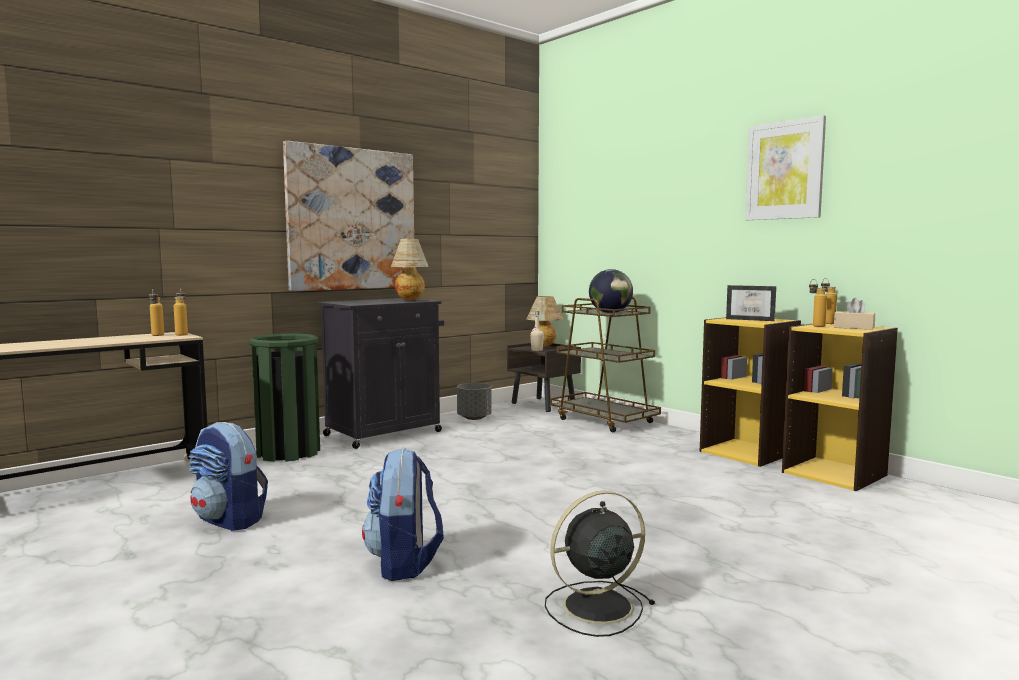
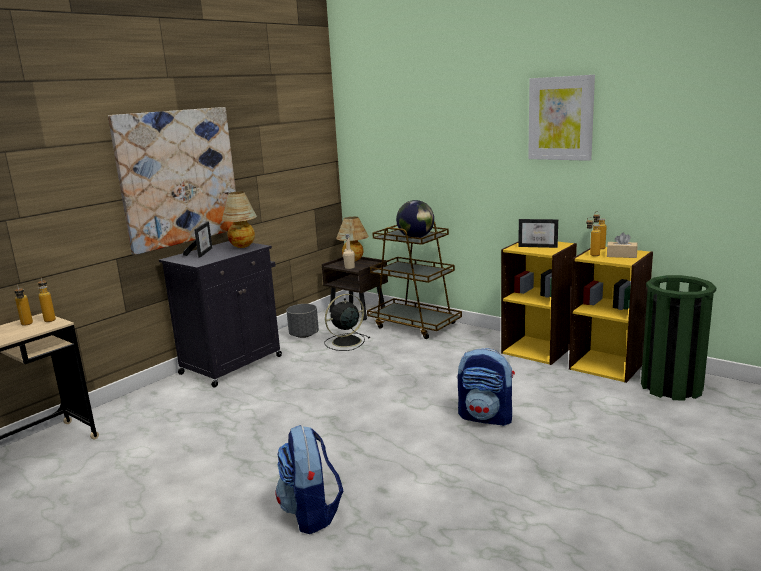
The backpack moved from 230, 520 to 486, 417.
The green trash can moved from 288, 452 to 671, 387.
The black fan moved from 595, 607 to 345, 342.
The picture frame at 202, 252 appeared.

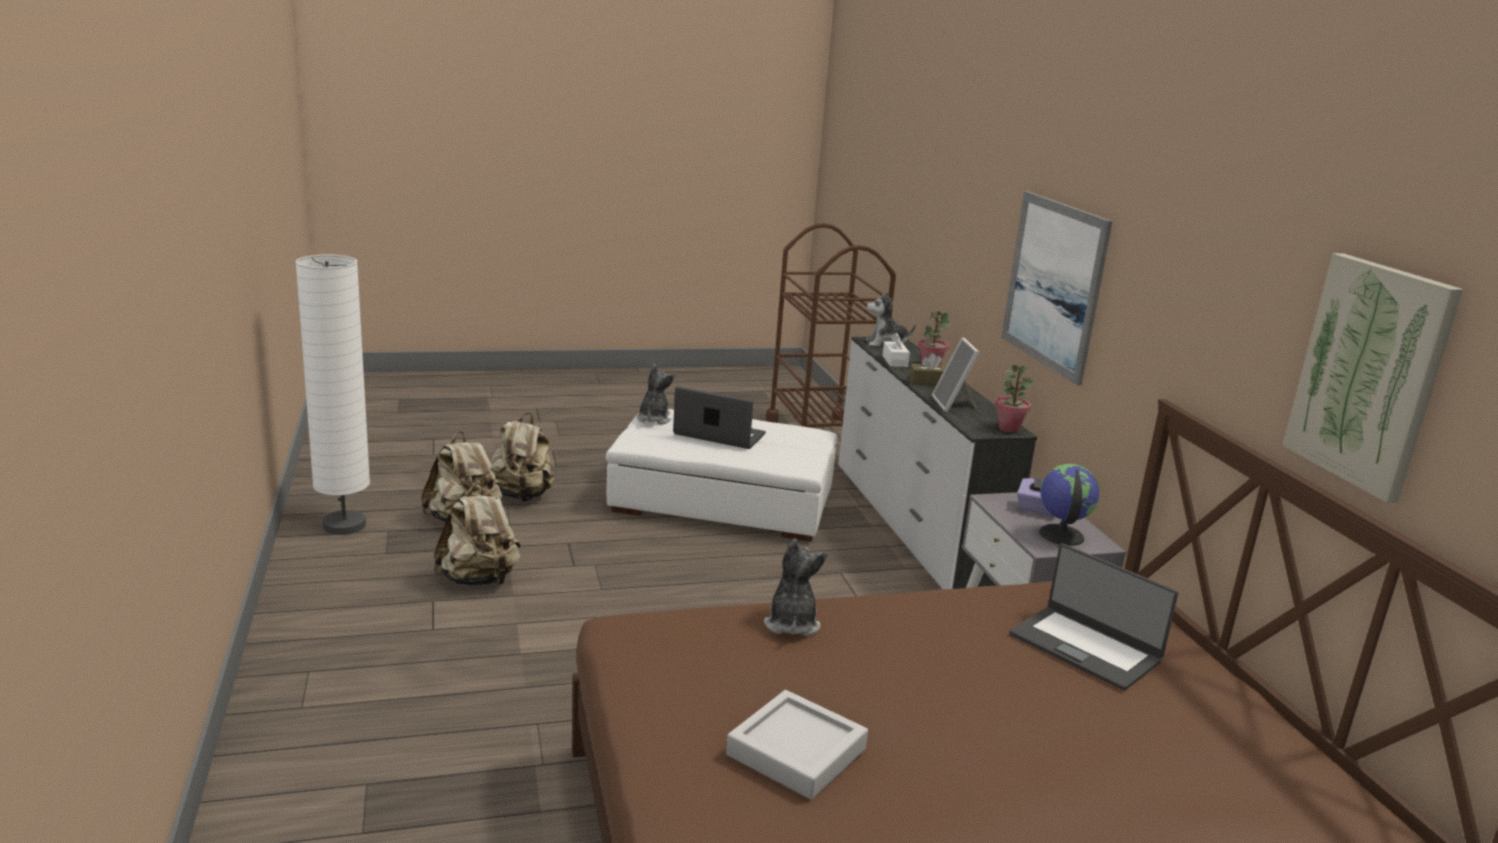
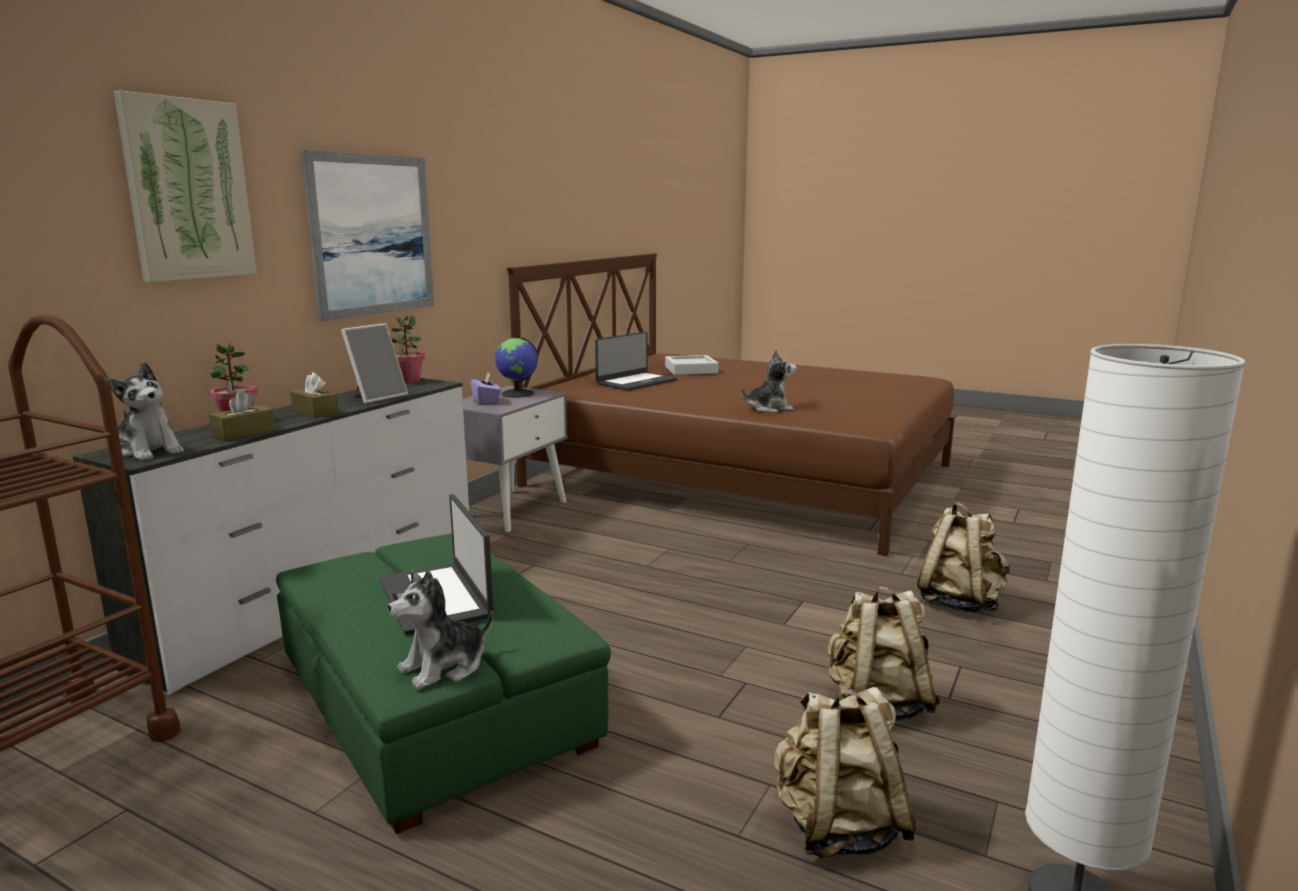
The beige backpack moved from 522, 496 to 959, 603.
The white ottoman at 722, 502 became the green ottoman at 436, 701.
The grey tray moved from 796, 752 to 691, 370.
The plush toy at 791, 623 turned 150 degrees counterclockwise.
The white tissue box at 895, 361 became the brown tissue box at 244, 433.
The laptop at 1085, 647 turned 45 degrees clockwise.
The picture moved from 1370, 374 to 187, 190.

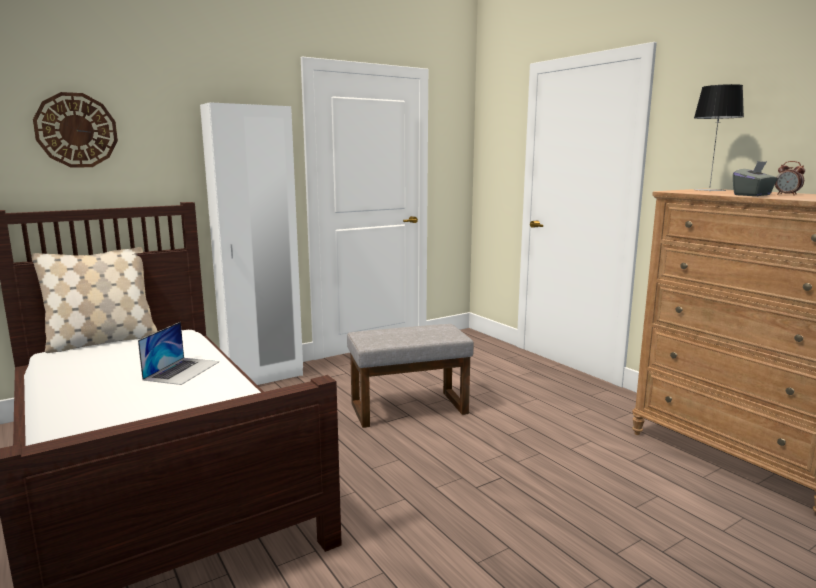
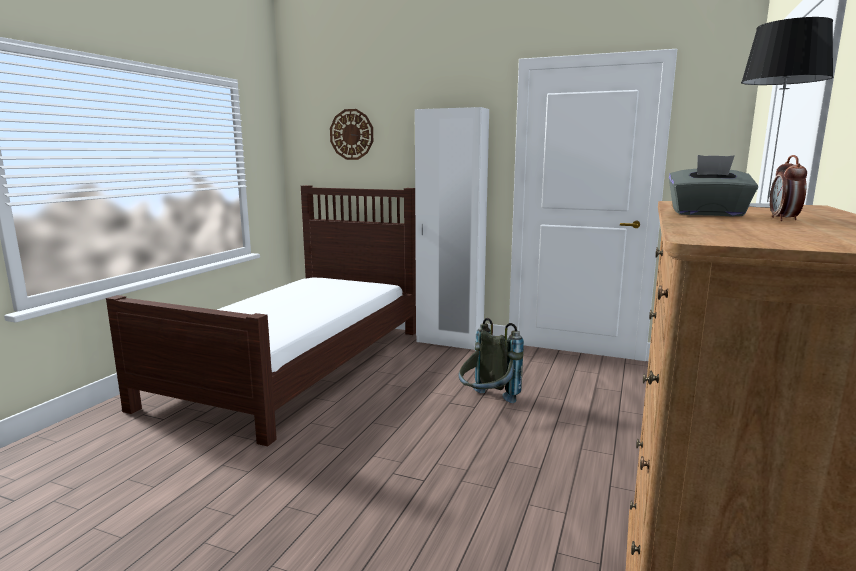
The beige pillow at 102, 341 disappeared.
The laptop at 182, 370 disappeared.
The grey ottoman at 410, 408 was replaced by the grey backpack at 487, 403.

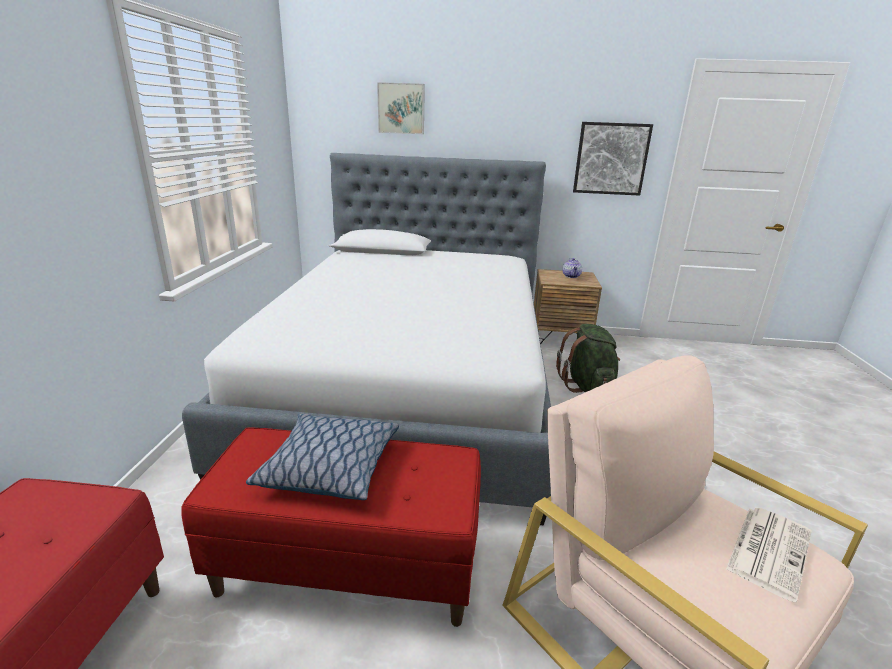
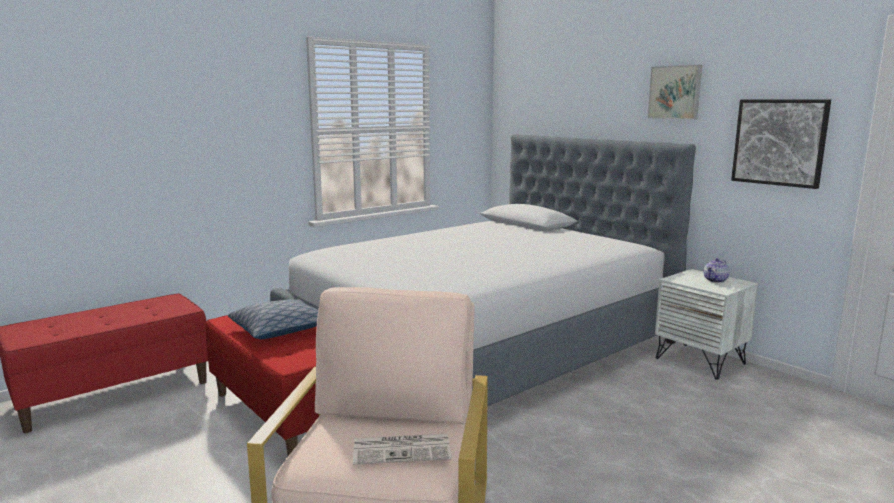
The picture moved from 401, 108 to 675, 92.
The brown nightstand at 559, 341 became the white nightstand at 700, 361.
The green backpack at 587, 387 disappeared.

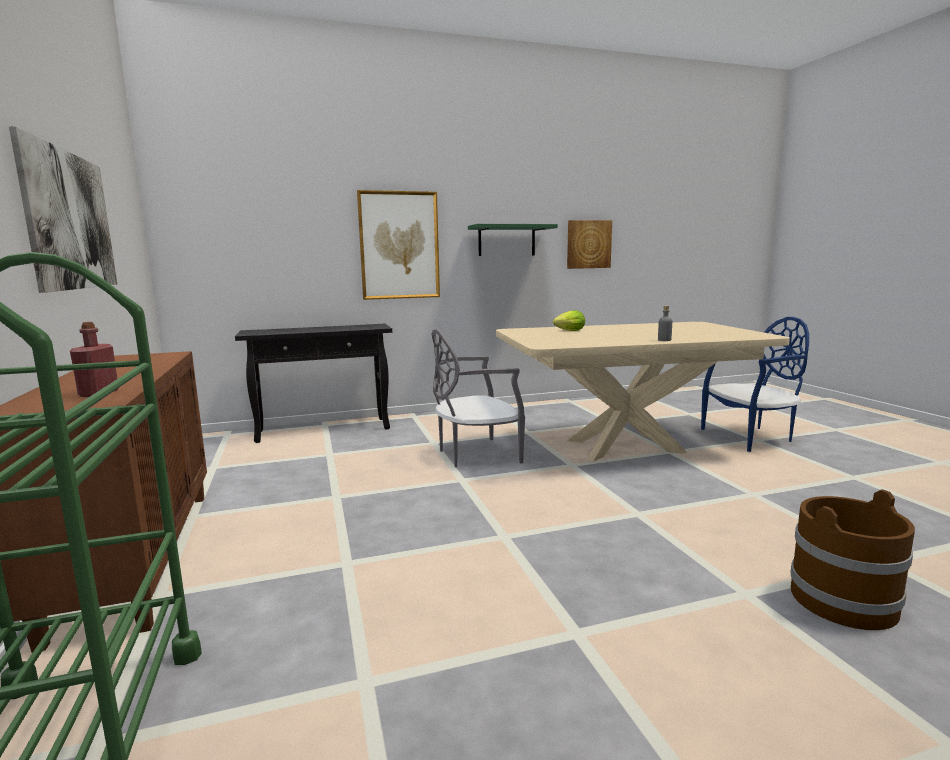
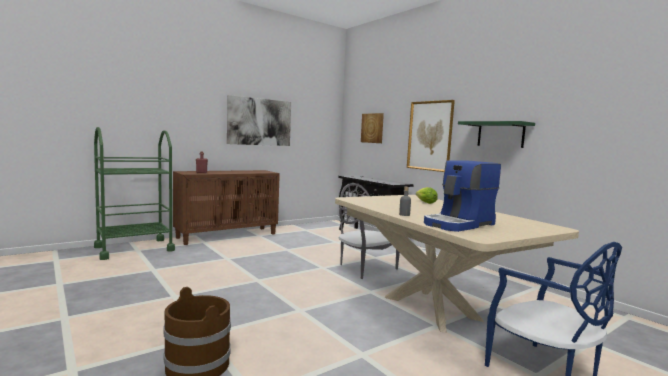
The picture moved from 588, 244 to 372, 128.
The coffee machine at 459, 224 appeared.

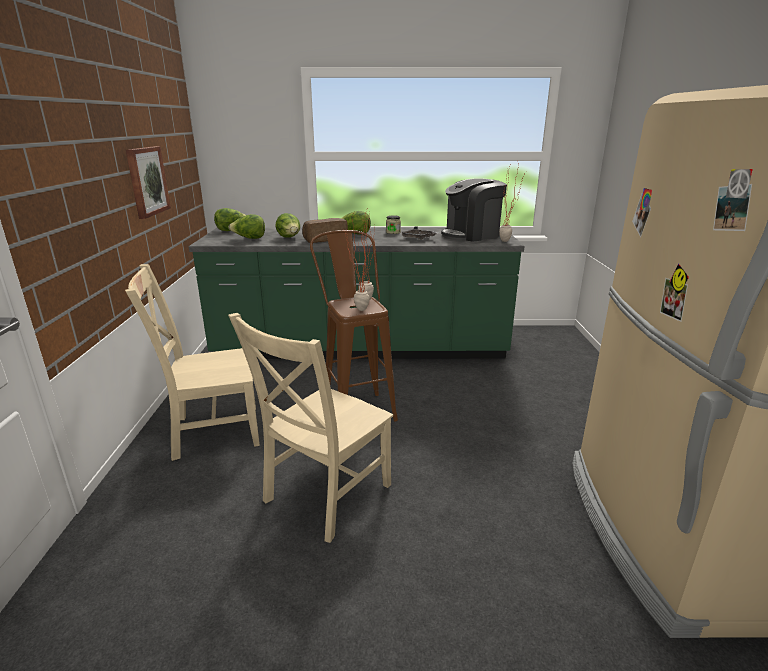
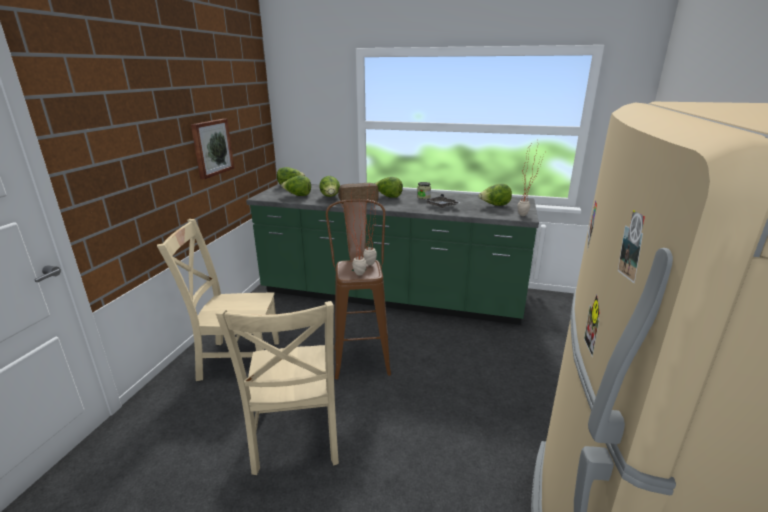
The beige chair at 324, 496 turned 60 degrees counterclockwise.
The coffee machine at 471, 235 was replaced by the lettuce at 494, 205.

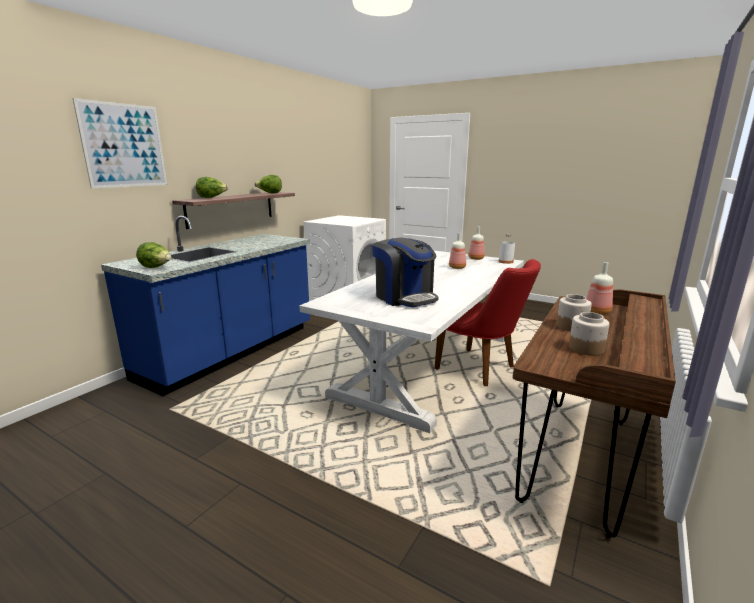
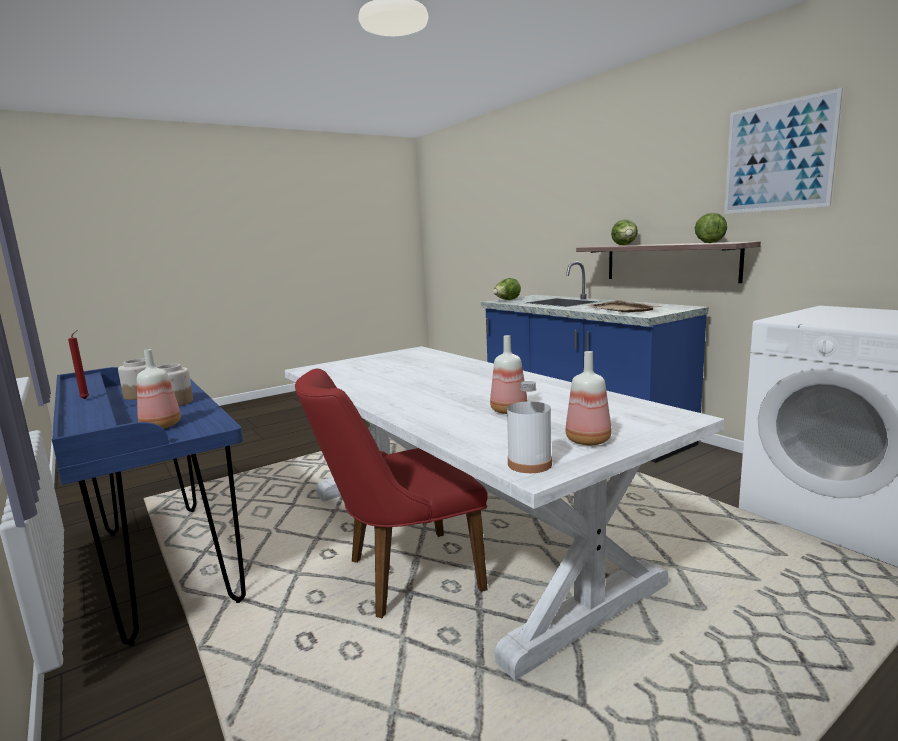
The picture moved from 124, 145 to 778, 157.
The coffee machine at 404, 297 disappeared.
The brown desk at 578, 459 became the blue desk at 166, 565.
The red candle at 86, 398 appeared.
The beige tray at 622, 309 appeared.

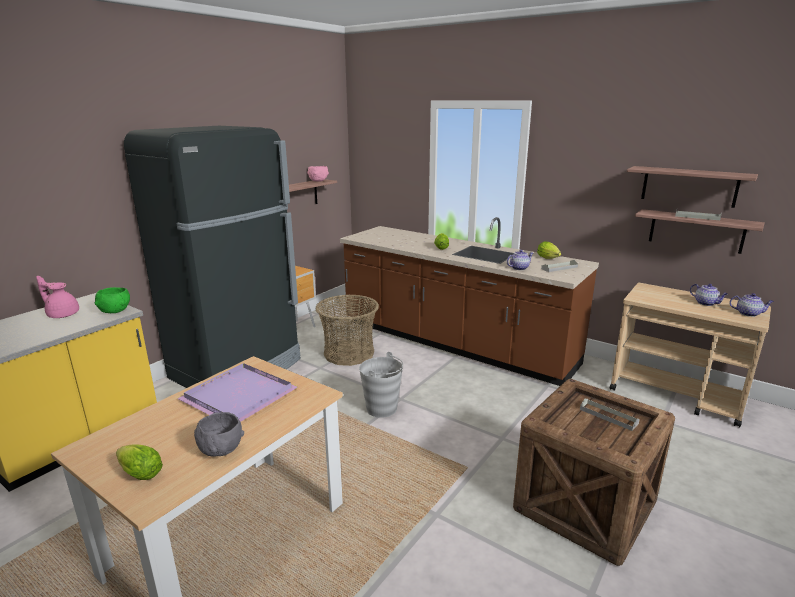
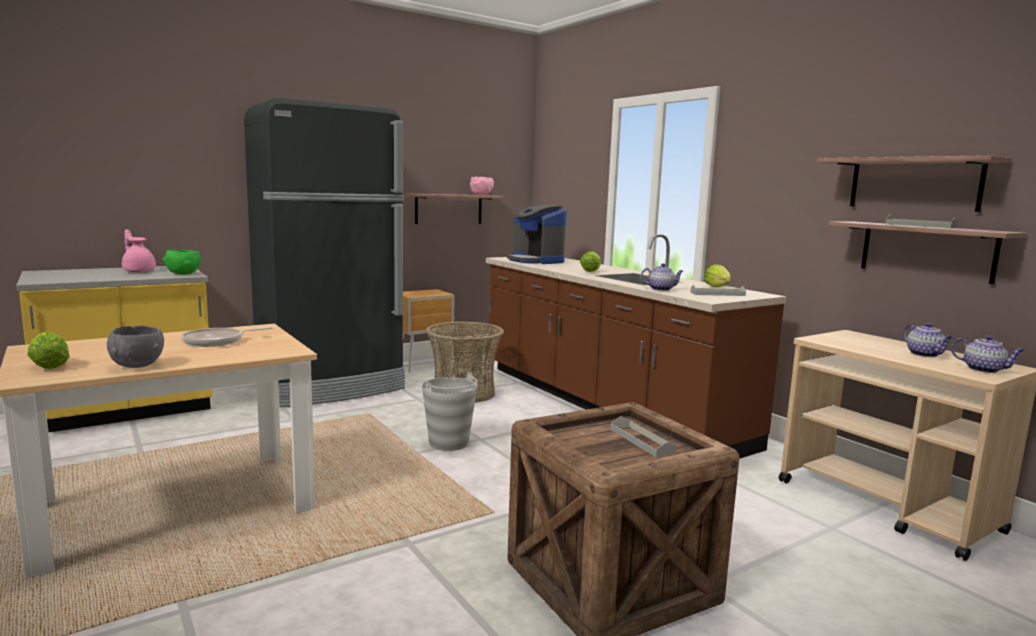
The purple tray at 241, 395 was replaced by the frying pan at 217, 341.
The coffee machine at 536, 261 appeared.

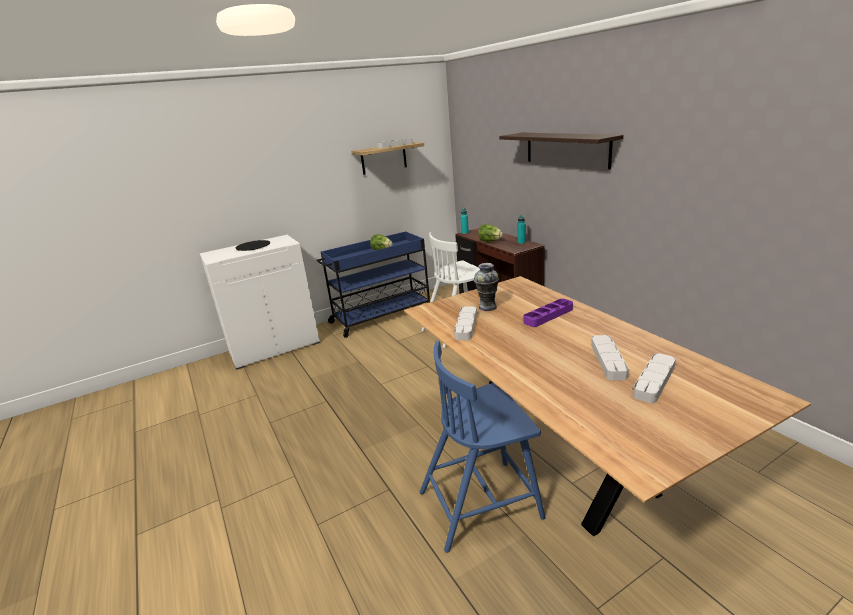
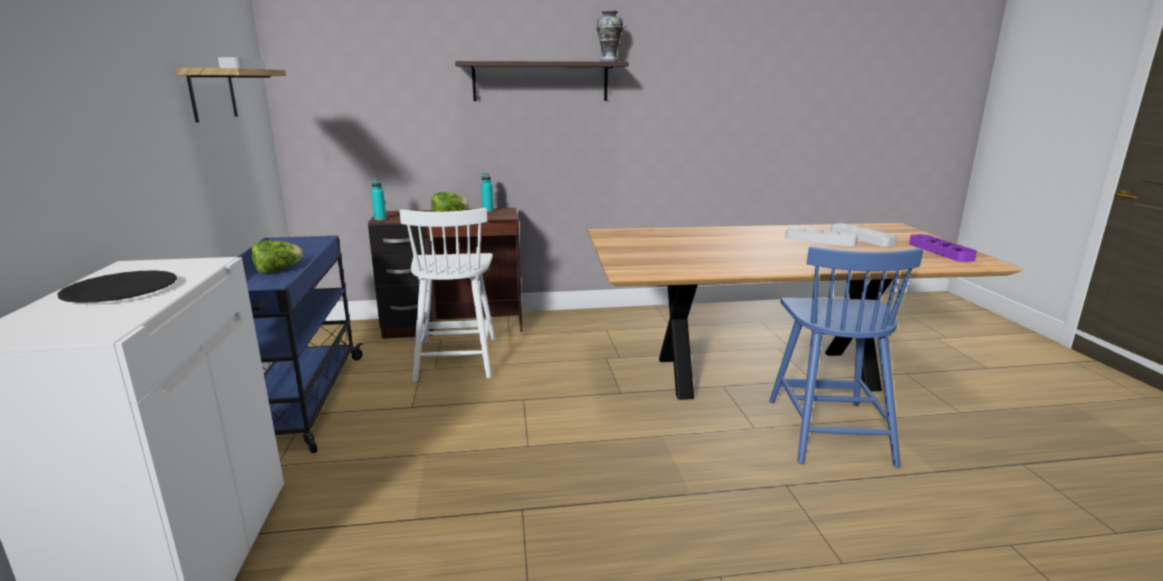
The grey tray at 466, 326 disappeared.
The vase moved from 488, 307 to 609, 61.
The purple tray moved from 548, 315 to 940, 252.

